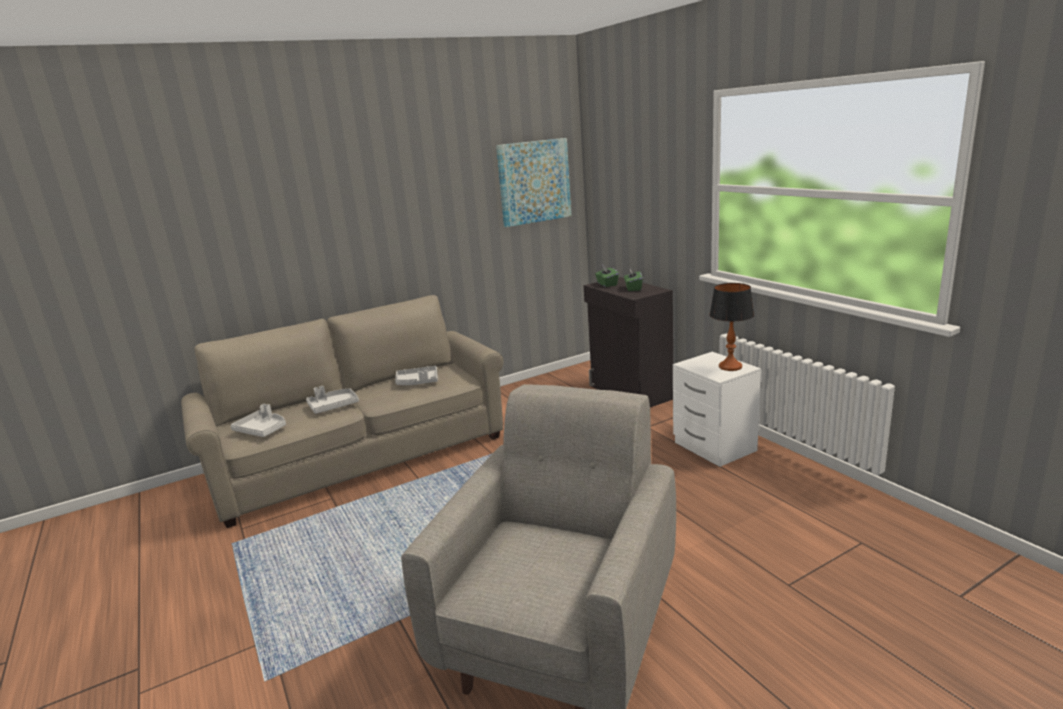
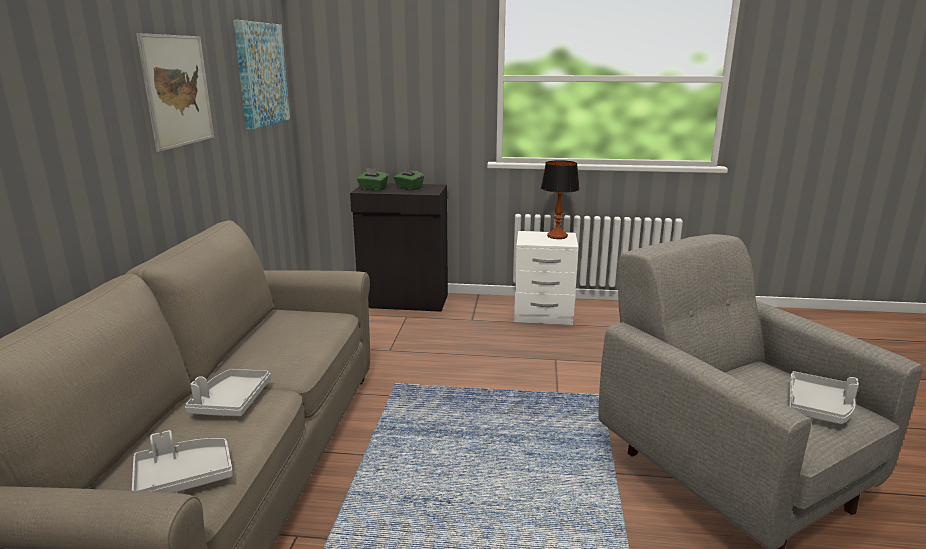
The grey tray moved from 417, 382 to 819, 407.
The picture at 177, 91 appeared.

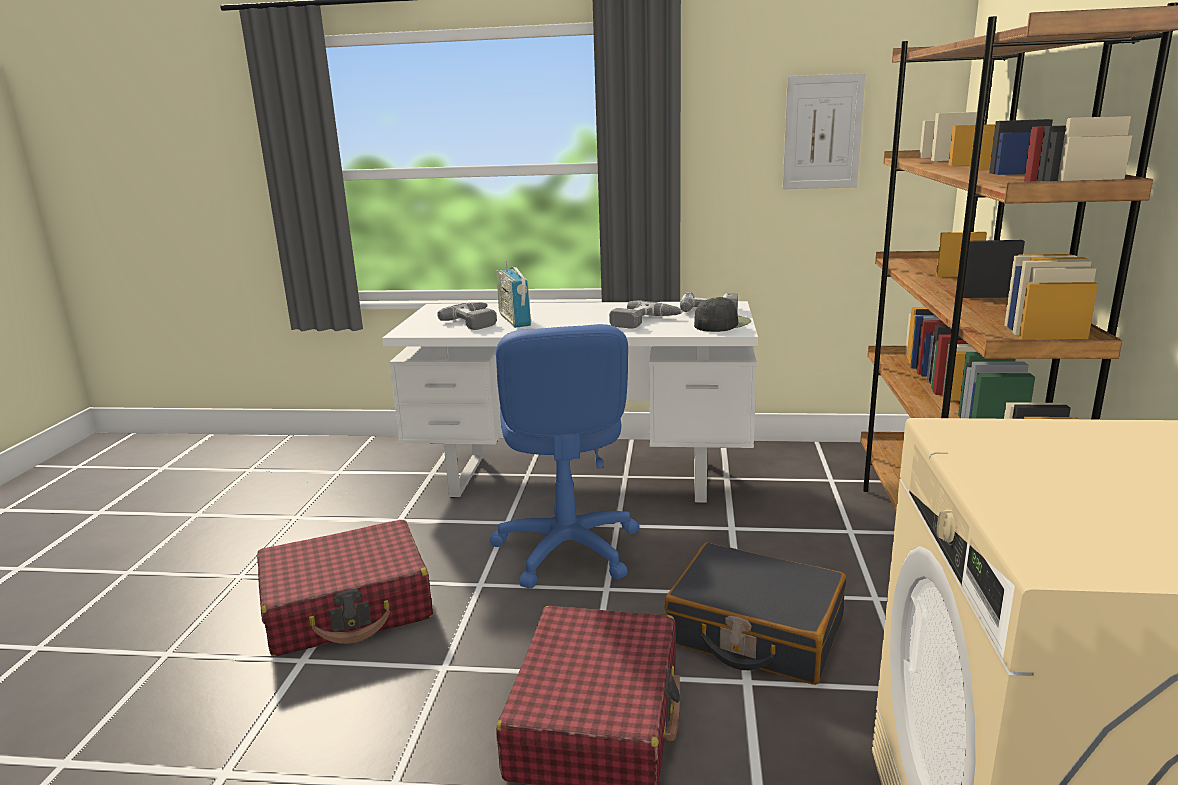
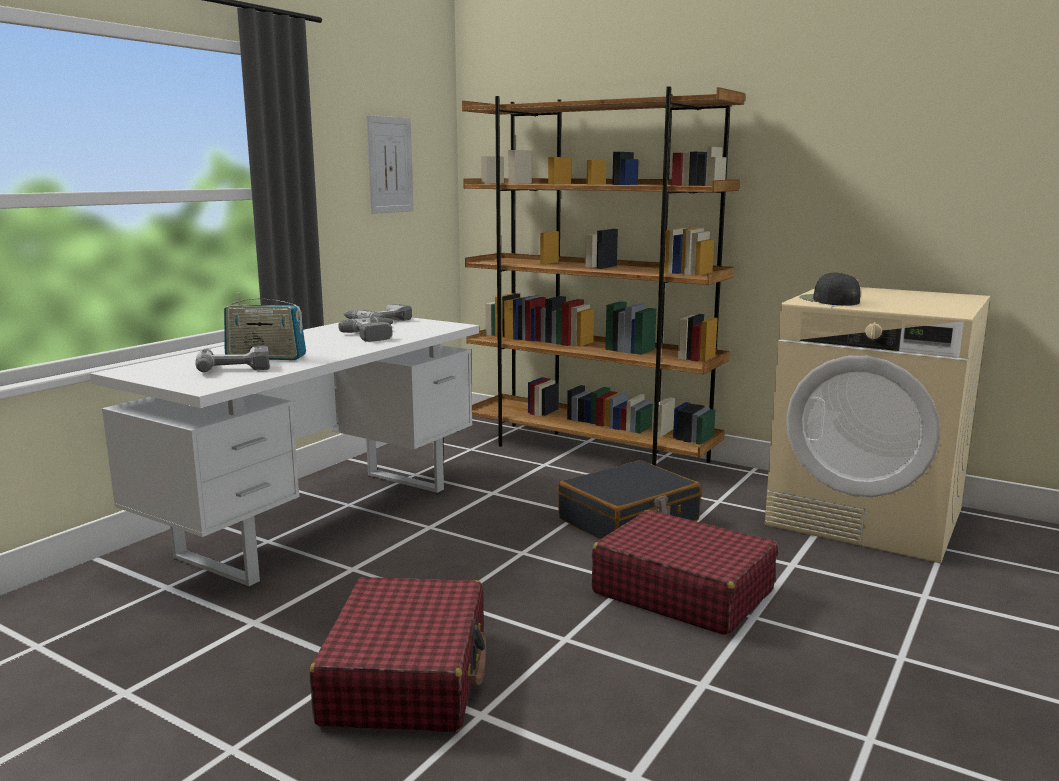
The blue office chair at 566, 549 disappeared.
The black cap moved from 721, 324 to 829, 300.

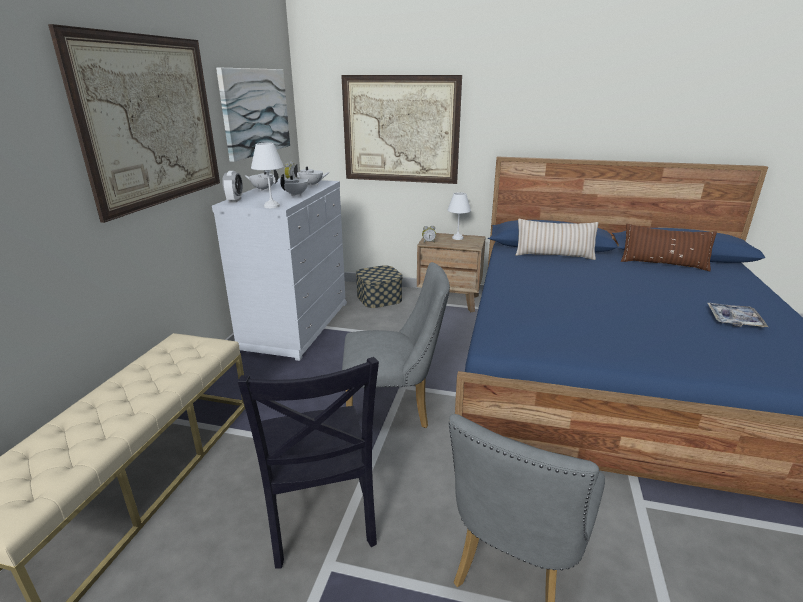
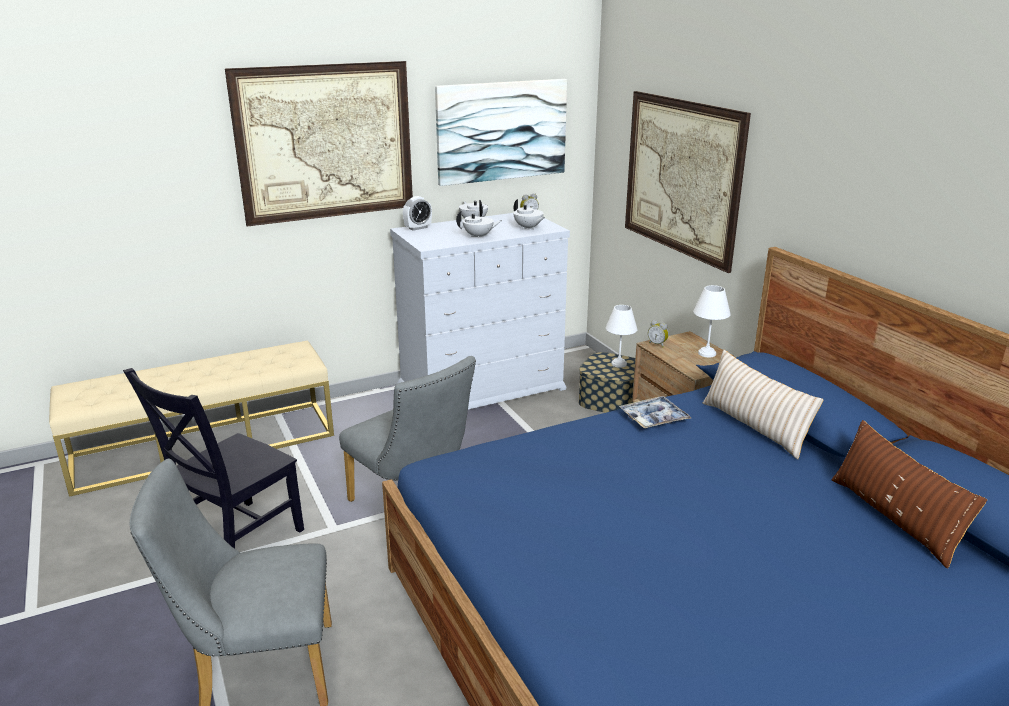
The white table lamp moved from 271, 206 to 618, 363.
The tray moved from 734, 320 to 653, 418.

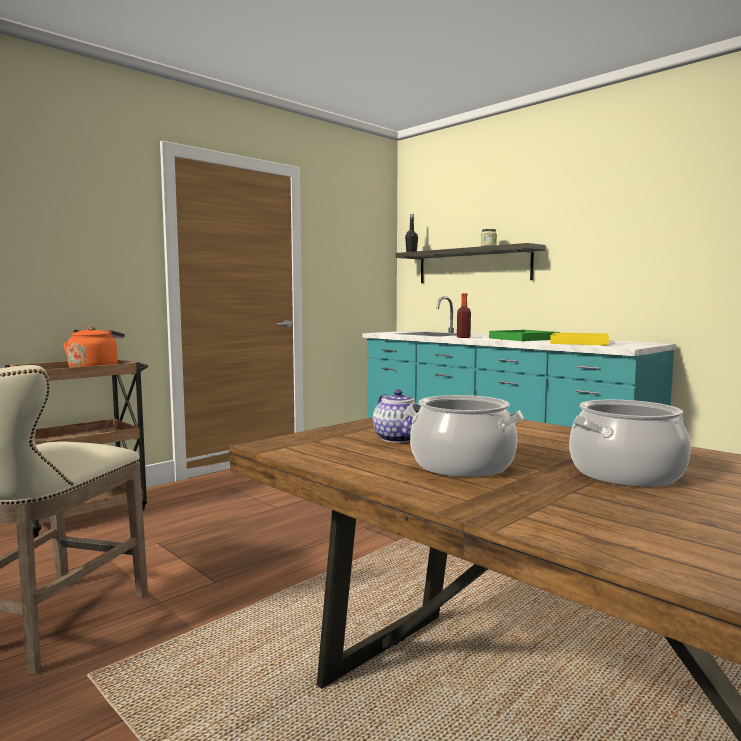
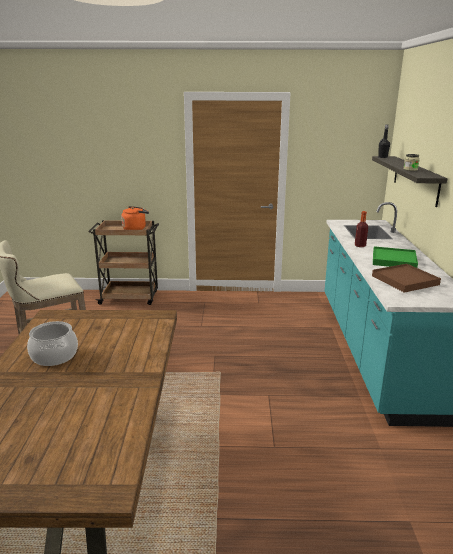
The teapot at 399, 439 disappeared.
The yellow tray at 579, 342 became the brown tray at 405, 280.
The cooking pot at 625, 473 disappeared.

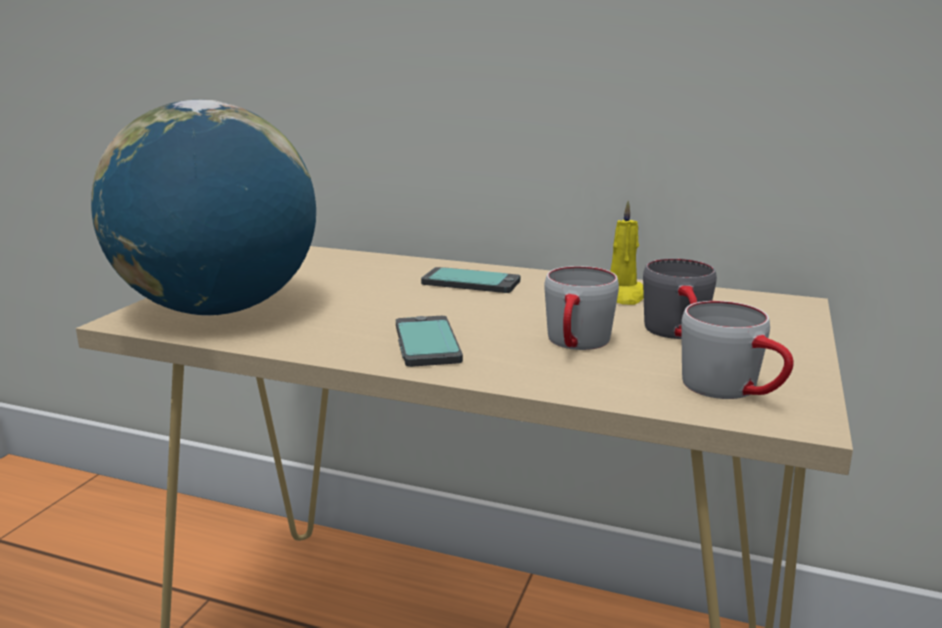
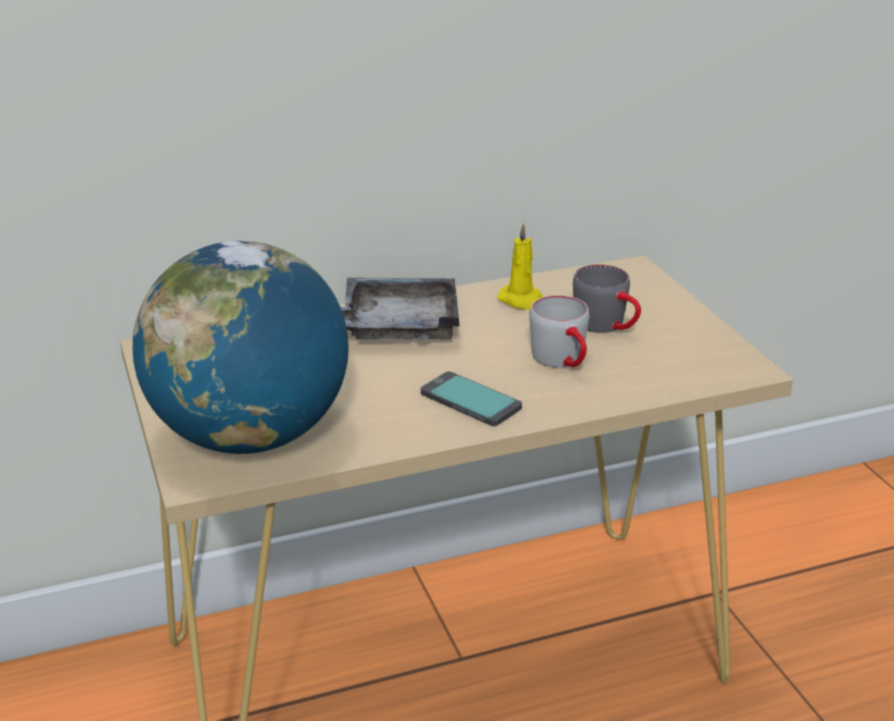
The phone at 471, 282 was replaced by the grey tray at 394, 327.
The grey mug at 733, 390 disappeared.

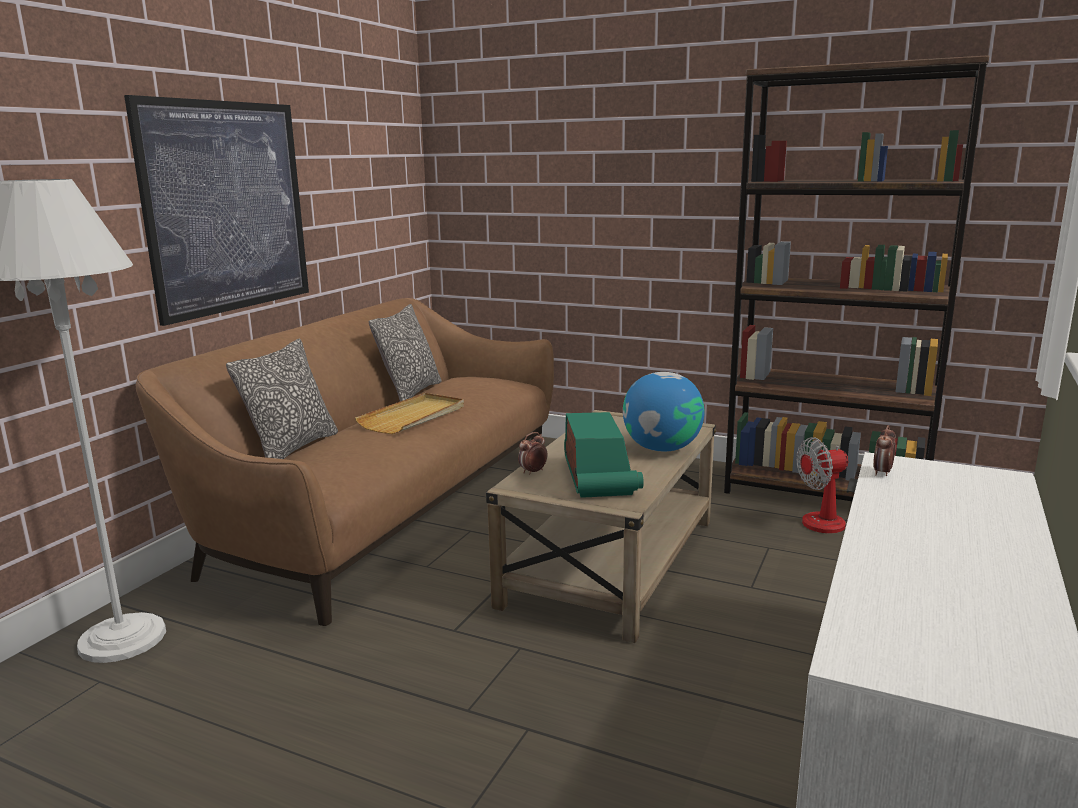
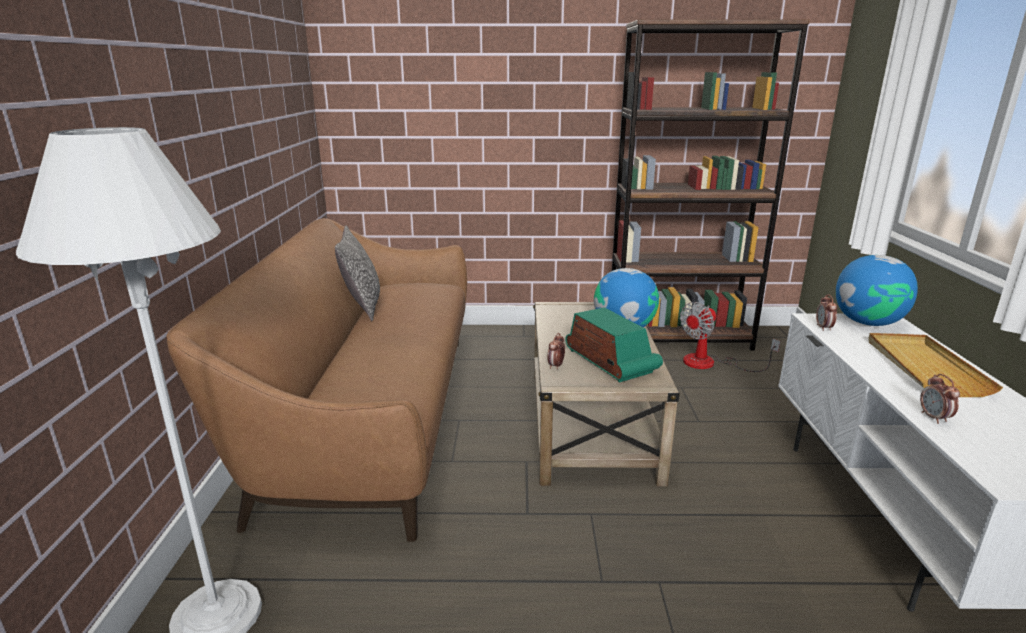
The picture at 227, 207 disappeared.
The pillow at 292, 448 disappeared.
The beige tray moved from 413, 417 to 924, 367.
The globe at 867, 322 appeared.
The alarm clock at 934, 418 appeared.

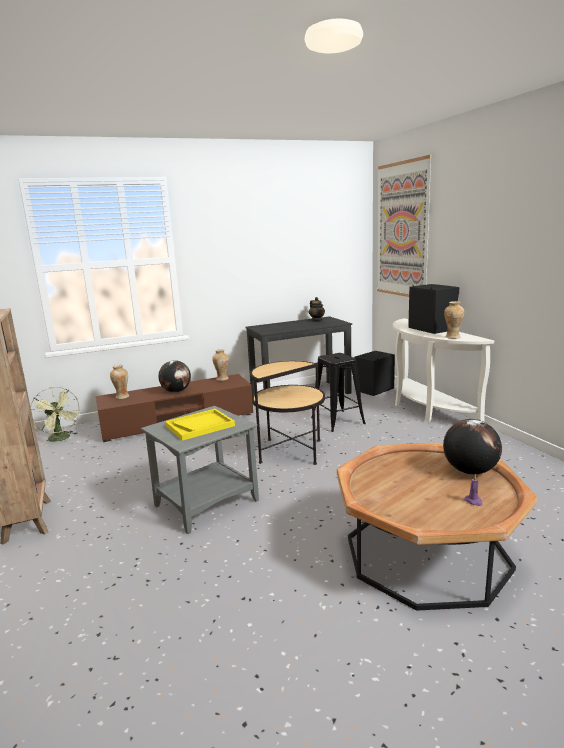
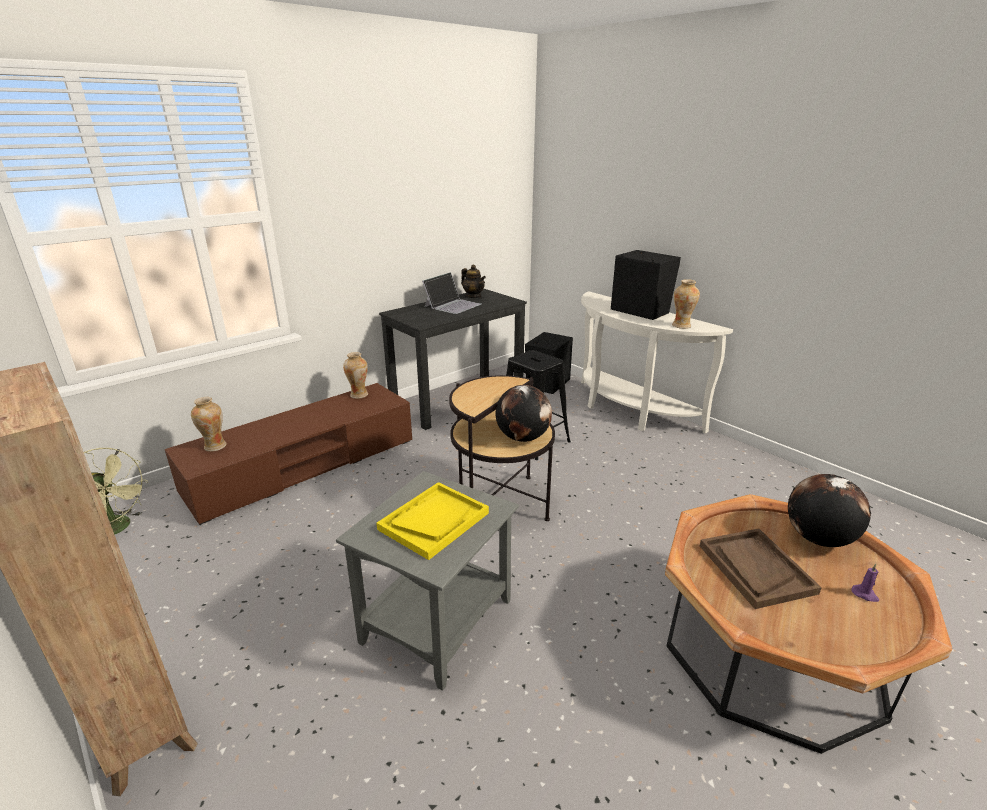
The globe moved from 176, 391 to 523, 438.
The picture at 402, 230 disappeared.
The laptop at 453, 305 appeared.
The brown tray at 755, 568 appeared.

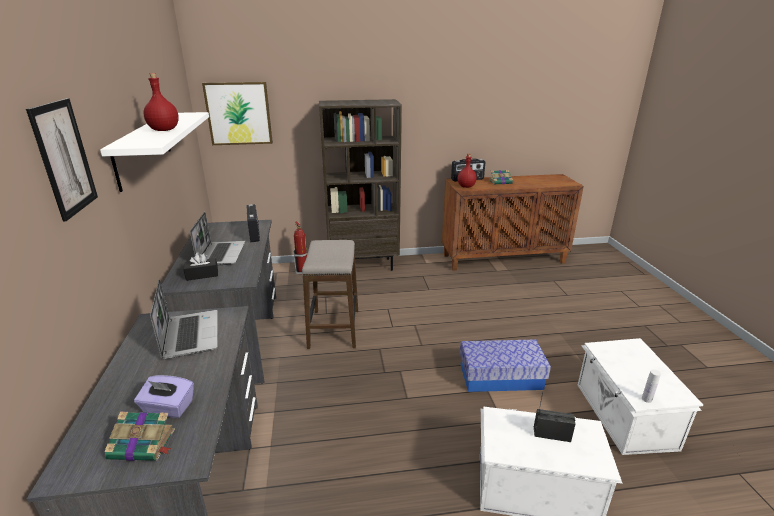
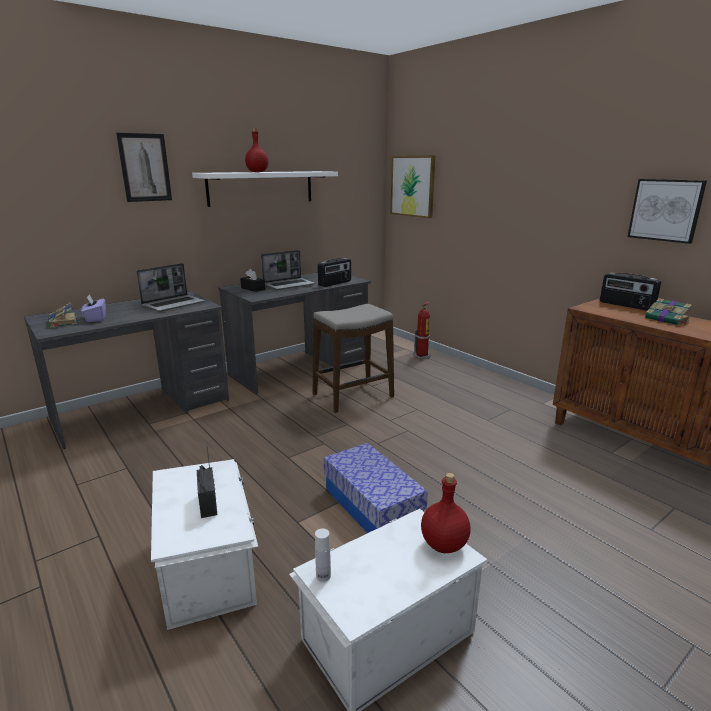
The brown bookcase at 363, 266 disappeared.
The red bottle moved from 466, 186 to 445, 544.
The picture at 665, 210 appeared.

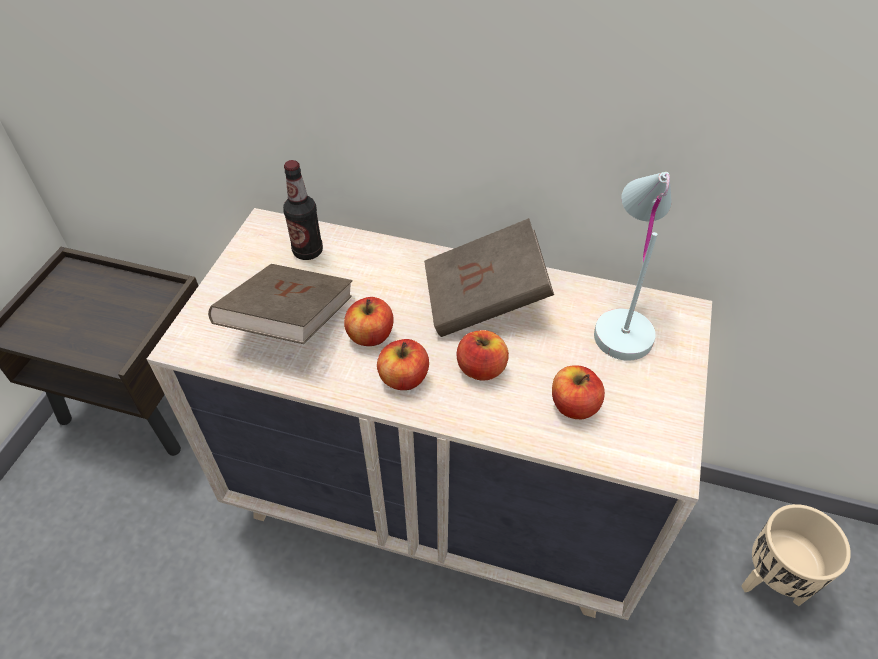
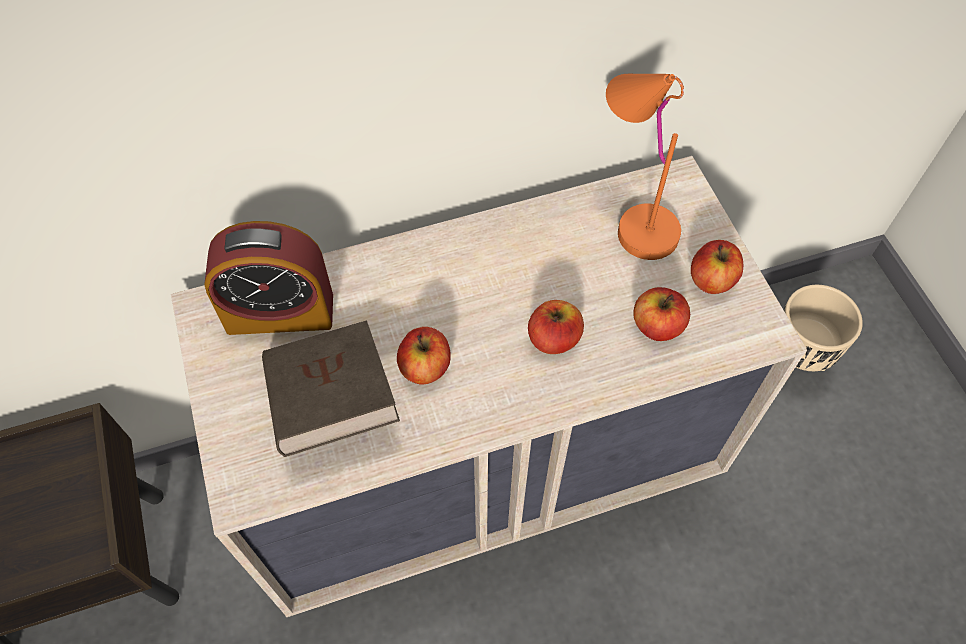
The bottle at 308, 251 was replaced by the alarm clock at 280, 312.
The apple moved from 404, 378 to 711, 280.
The brown book at 484, 300 disappeared.
The white table lamp at 622, 316 became the orange table lamp at 632, 214.

